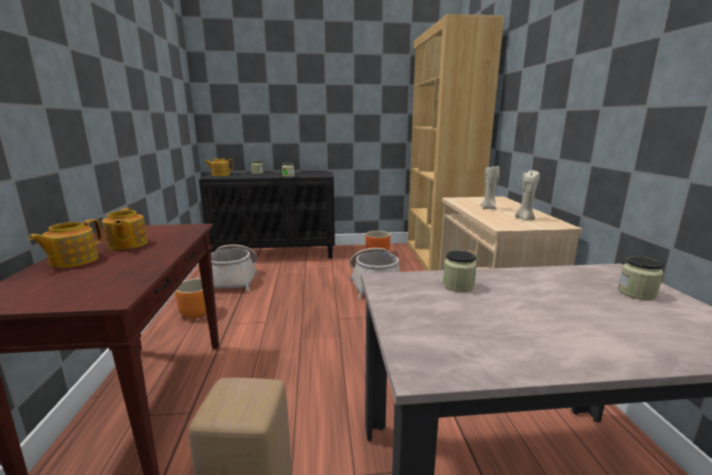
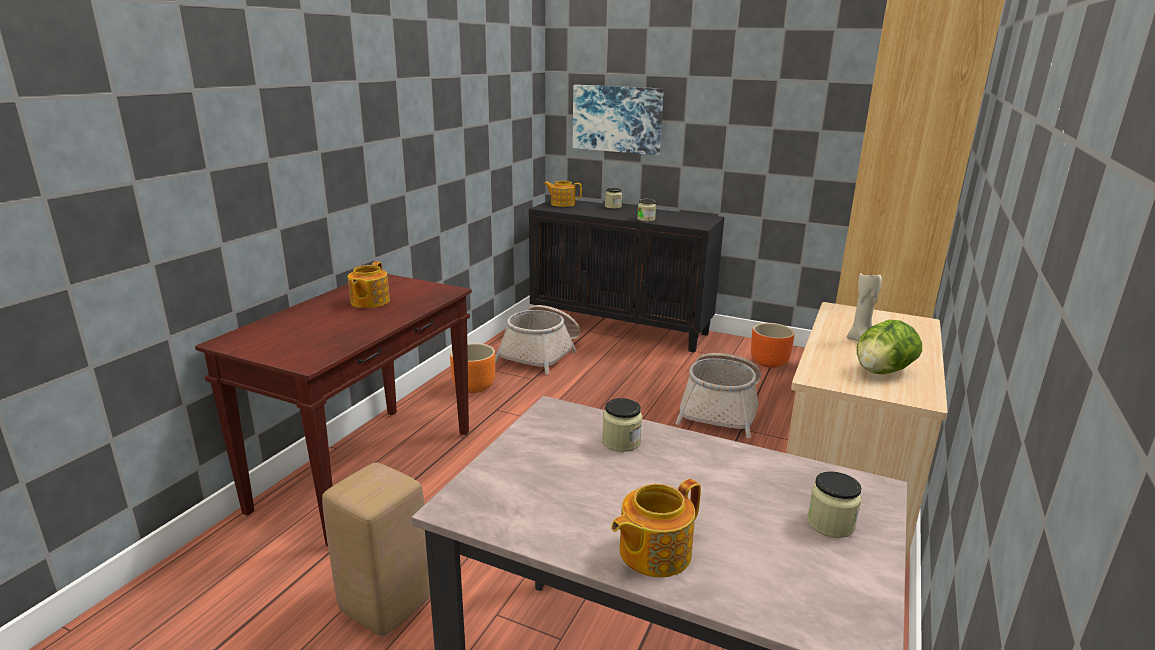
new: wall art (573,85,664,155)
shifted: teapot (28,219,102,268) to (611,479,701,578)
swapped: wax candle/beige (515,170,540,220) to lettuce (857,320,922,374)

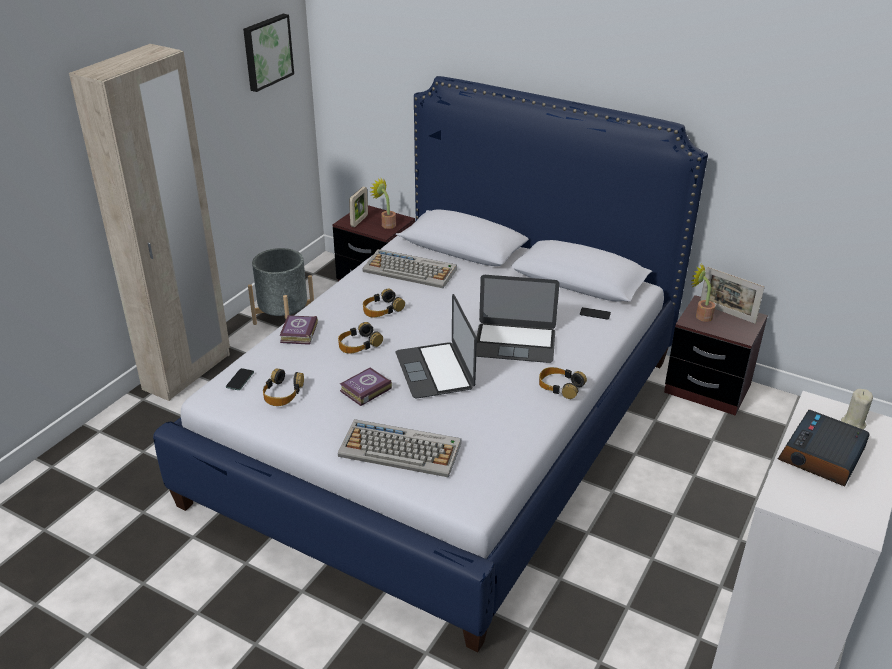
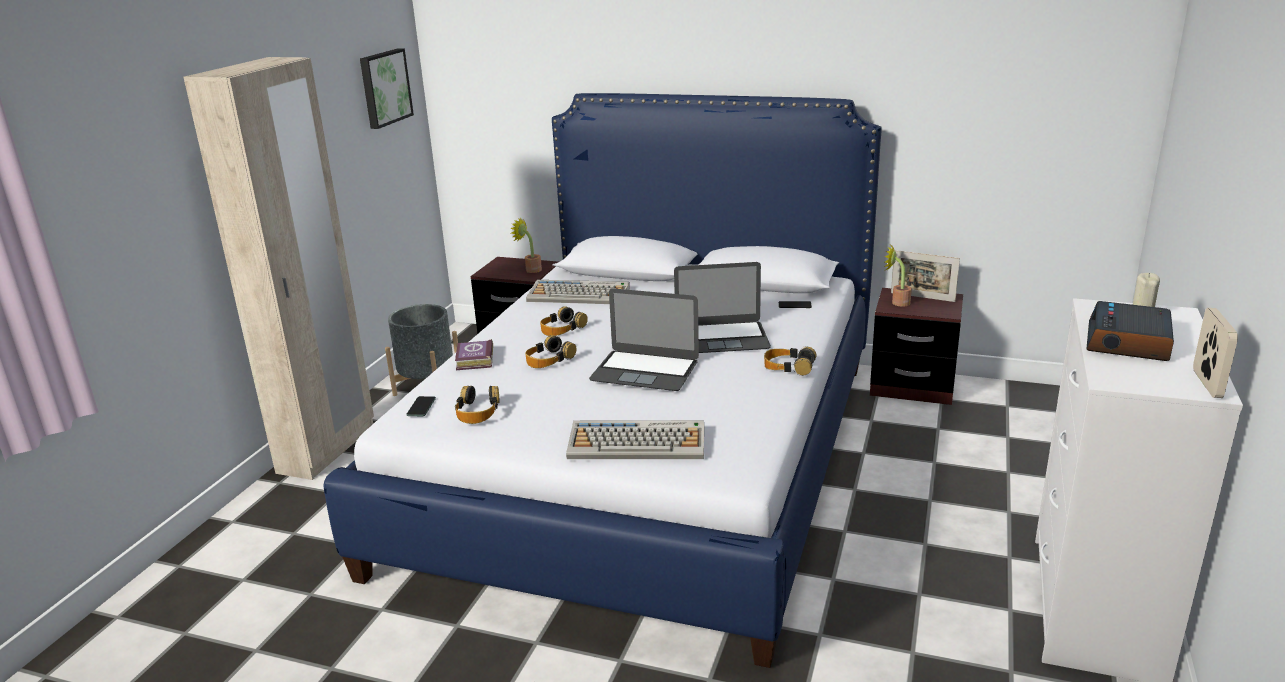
gone: book (340,367,392,406)
shifted: picture frame (349,187,368,227) to (1193,308,1238,398)
rotated: portable computer (396,294,477,398) = (589,288,699,391) 45 degrees counterclockwise

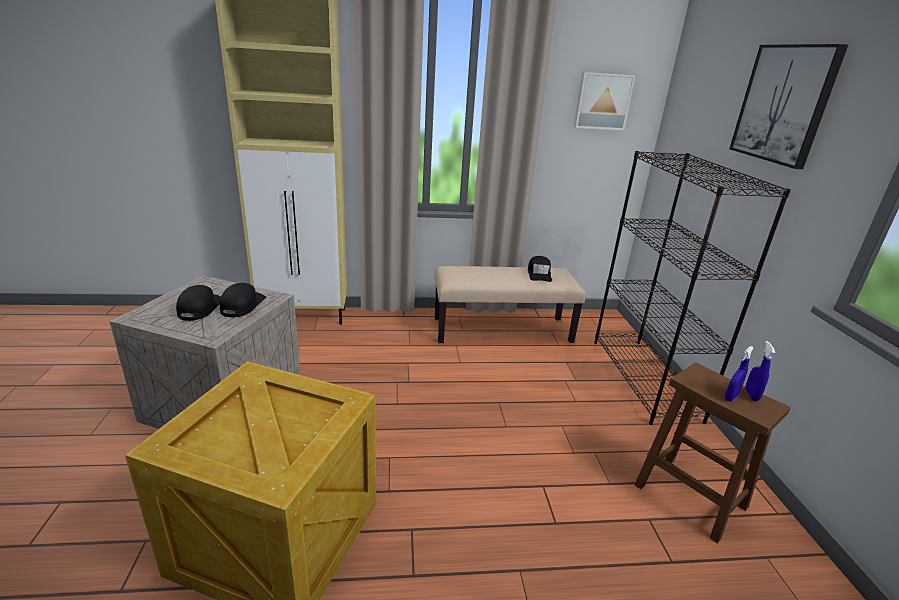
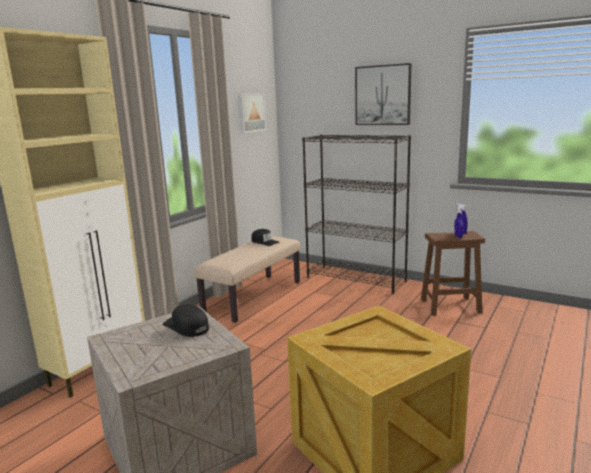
gone: cap/black-coloured (176,285,221,321)

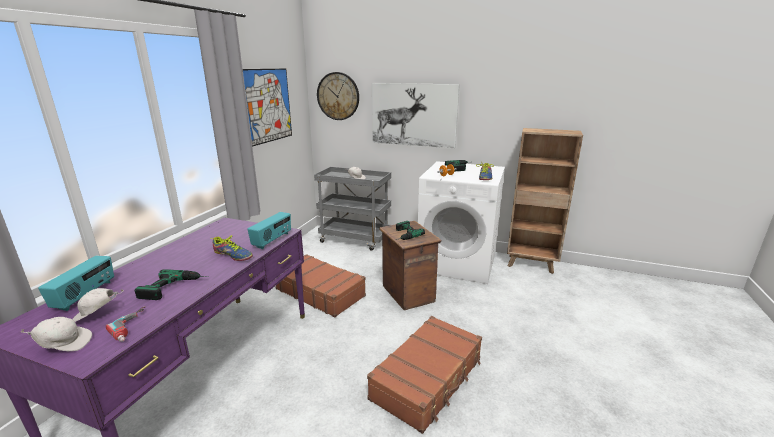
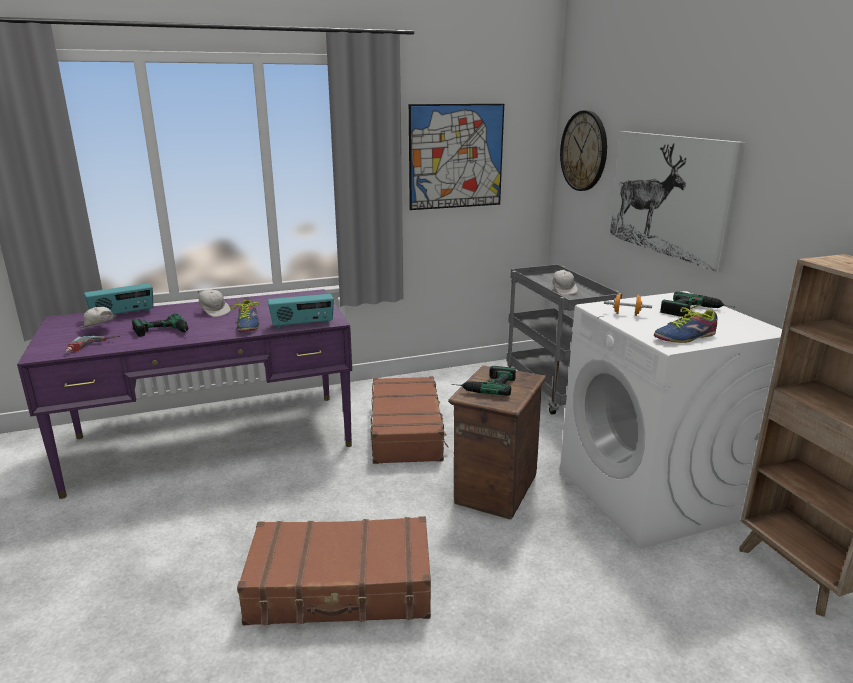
shifted: cap/whitish (21,317,92,352) to (197,289,231,317)

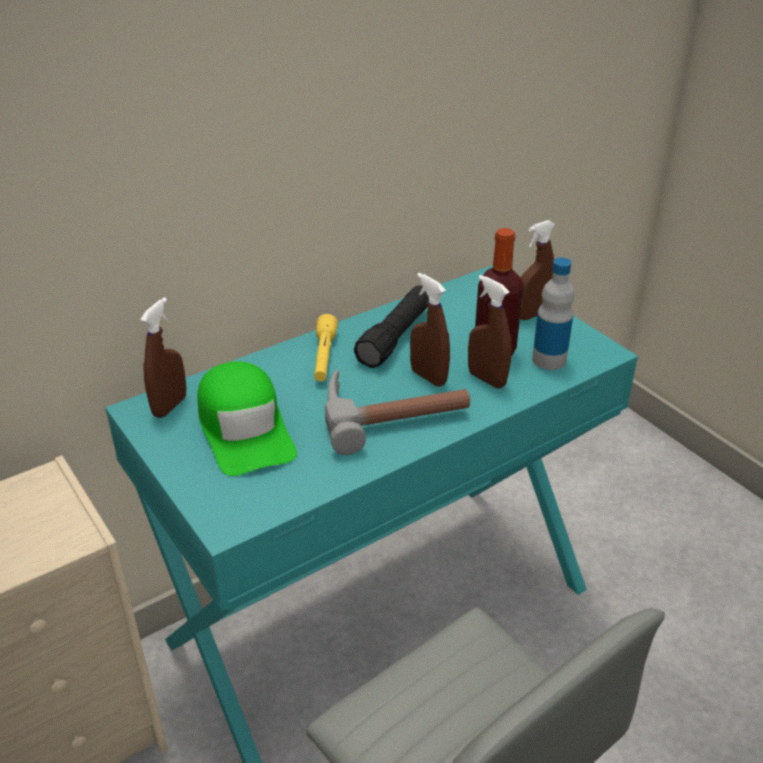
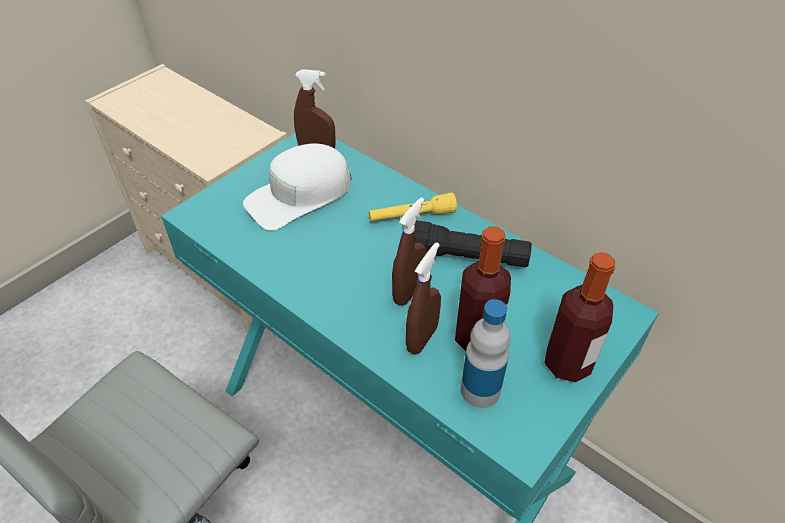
gone: hand hammer (325,369,470,455)
swapped: spray bottle/brown (520,220,556,320) to bottle (544,252,615,382)
repainted: cap/green (197,361,297,476) to cap/whitish (243,143,351,231)

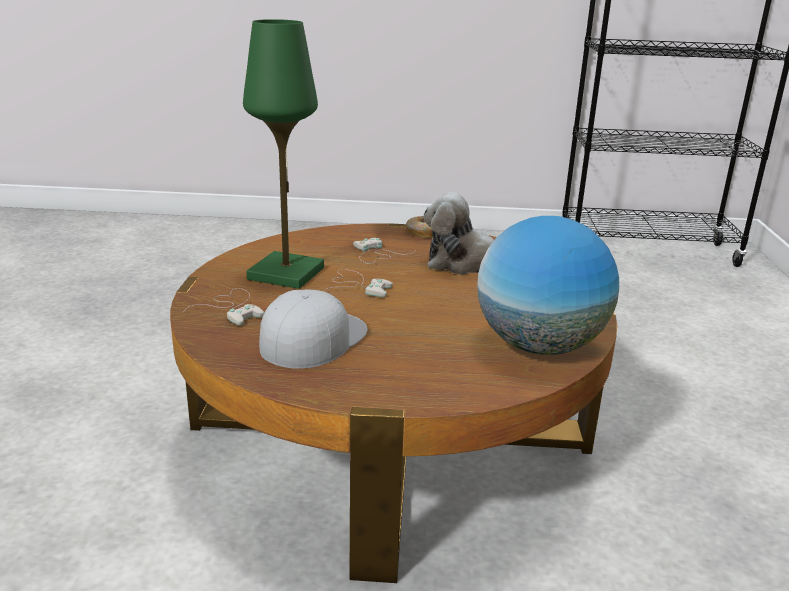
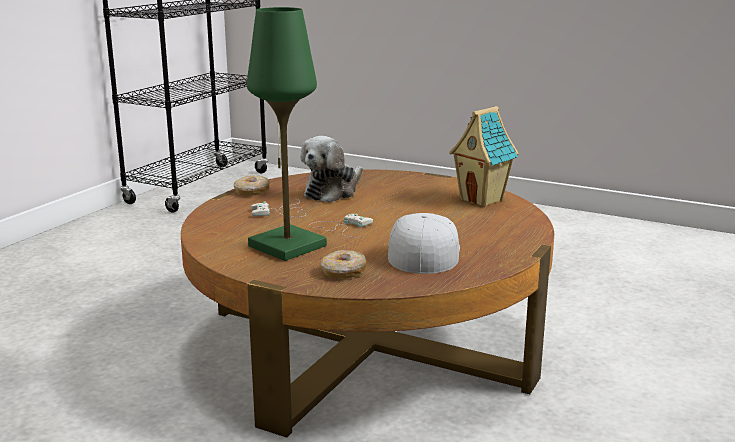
swapped: joypad/whitish (184,288,264,326) to doughnut (320,250,367,279); world globe (477,216,619,355) to toy house (449,106,519,207)
rotated: cap/whitish (259,289,368,369) = (388,213,460,274) 45 degrees clockwise

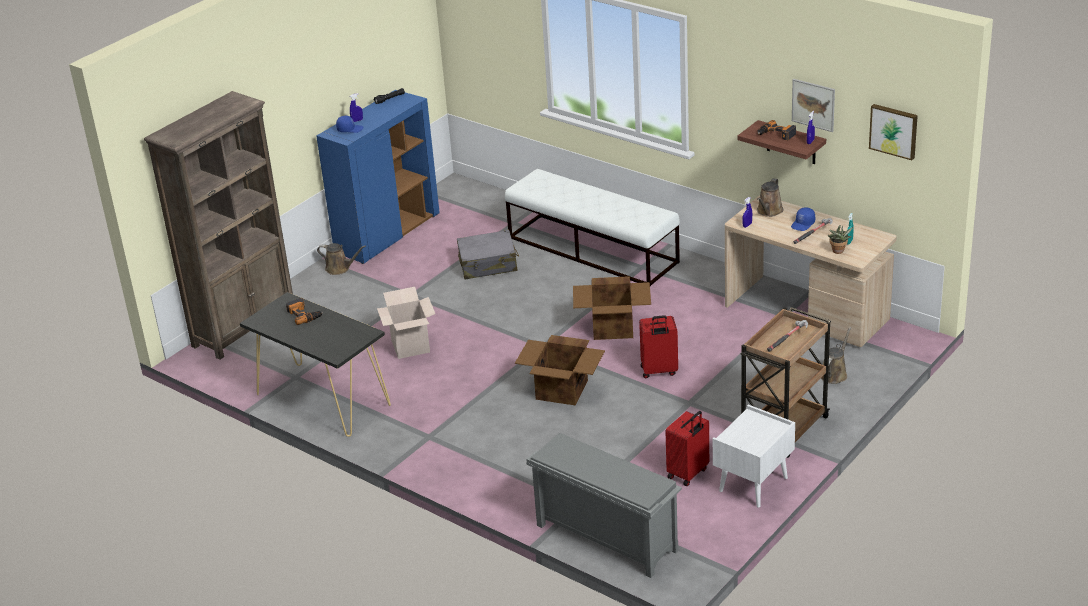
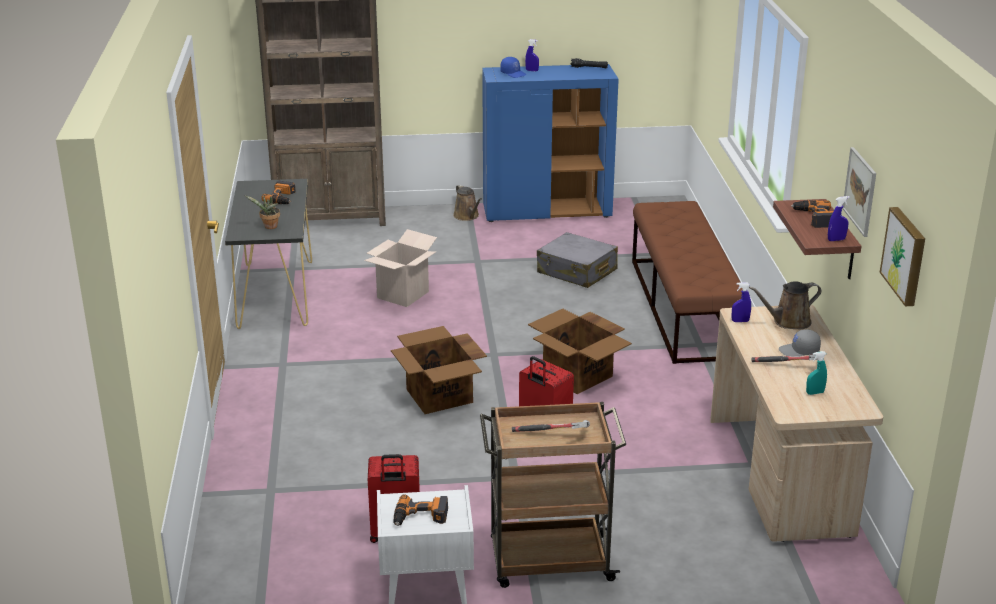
gone: shoe stand/gray (526,433,682,578); sprinkling can/brown (820,327,851,384)
new: power drill (393,494,448,526)
shifted: houseplant (828,225,853,254) to (244,195,280,229)
repainted: long seat/whitish (505,169,680,286) to long seat/brown (632,201,743,364); cap/bluish (791,207,815,231) to cap/gray (779,329,821,356)

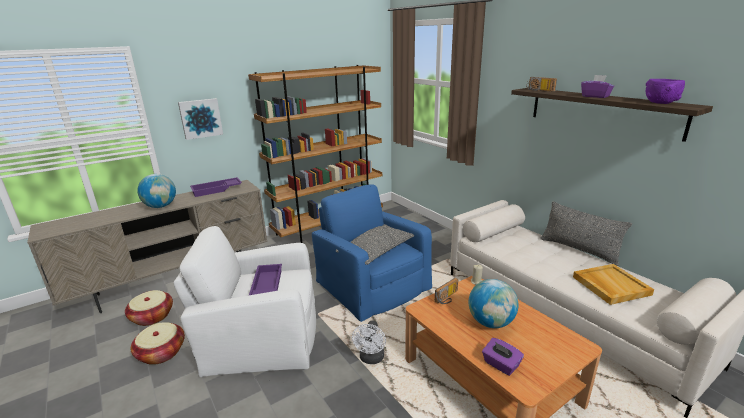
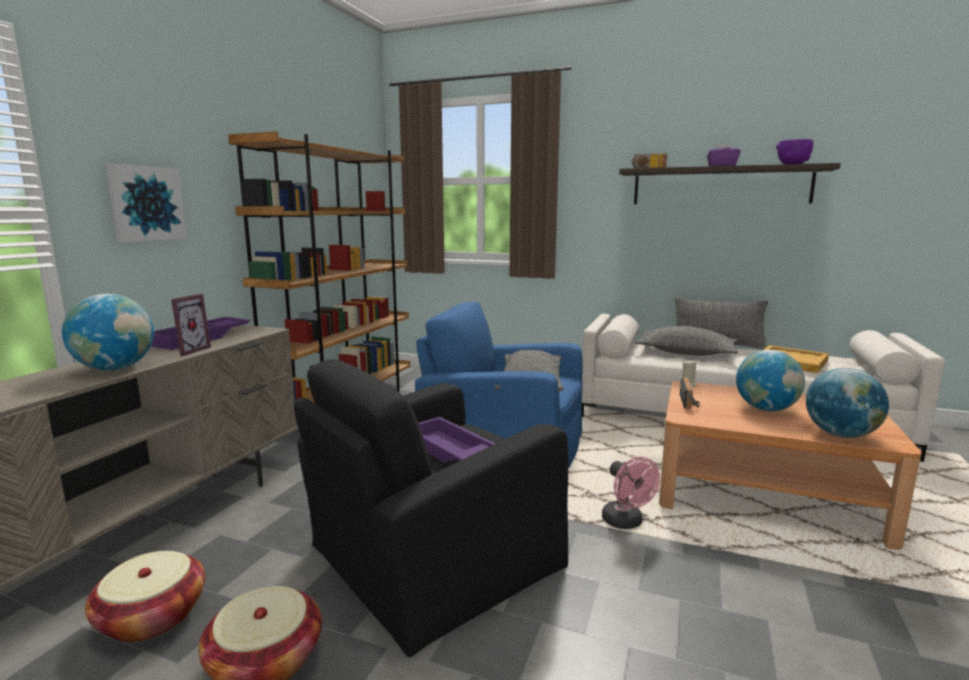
new: picture frame (171,294,211,356); cushion/gray (635,326,738,356)
swapped: box of tissues/purple-coloured (482,338,524,376) to world globe (806,368,889,438)
repainted: easy chair/whitish (173,226,316,377) to easy chair/black-coloured (294,359,568,657); cooling fan/whitish (352,320,386,364) to cooling fan/pink (602,457,660,529)

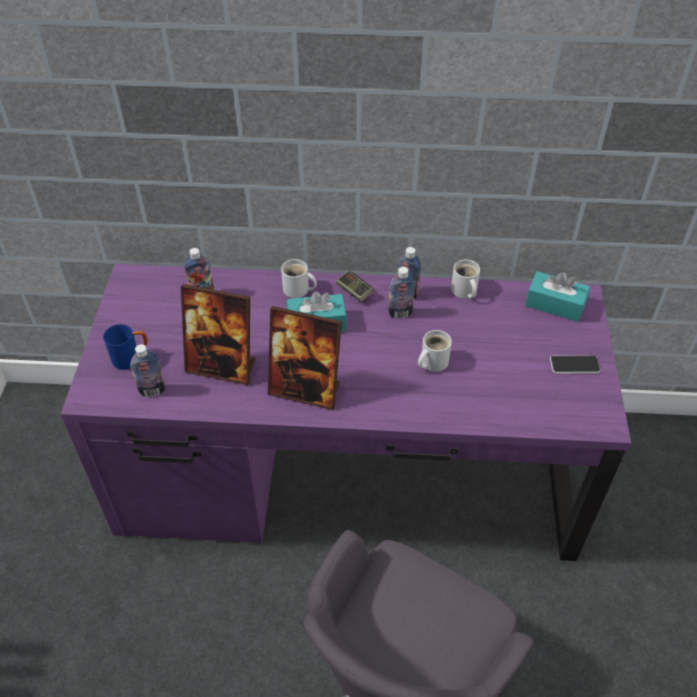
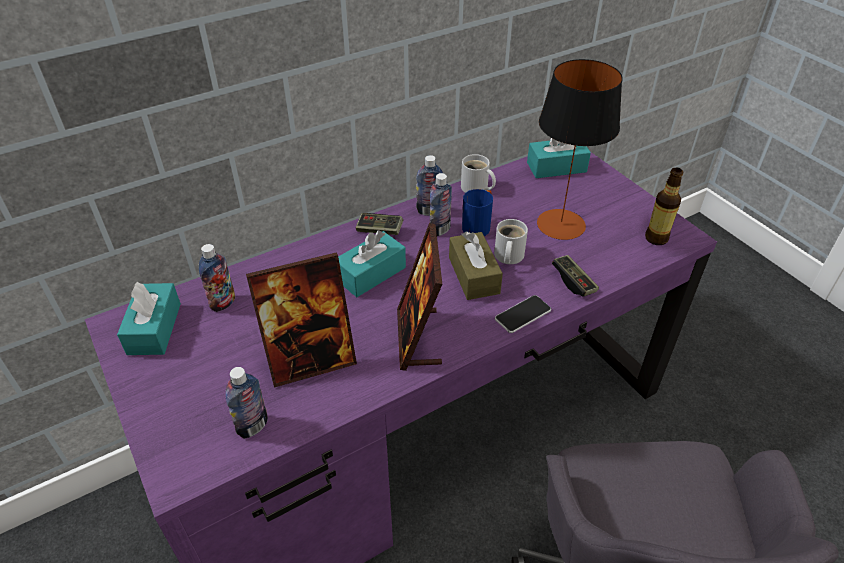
gone: mug/whitish (281,259,317,298)
new: box of tissues/blue-green (117,282,181,355); box of tissues/brown (449,232,503,300); tabletop lamp (537,59,623,240); joypad (552,255,599,297); bottle (645,167,684,245)
shifted: mug/bluish (103,324,148,370) to (462,189,493,236); phone (550,355,601,374) to (495,295,551,333)
rotated: picture frame (268,306,342,410) = (397,223,442,371) 105 degrees clockwise

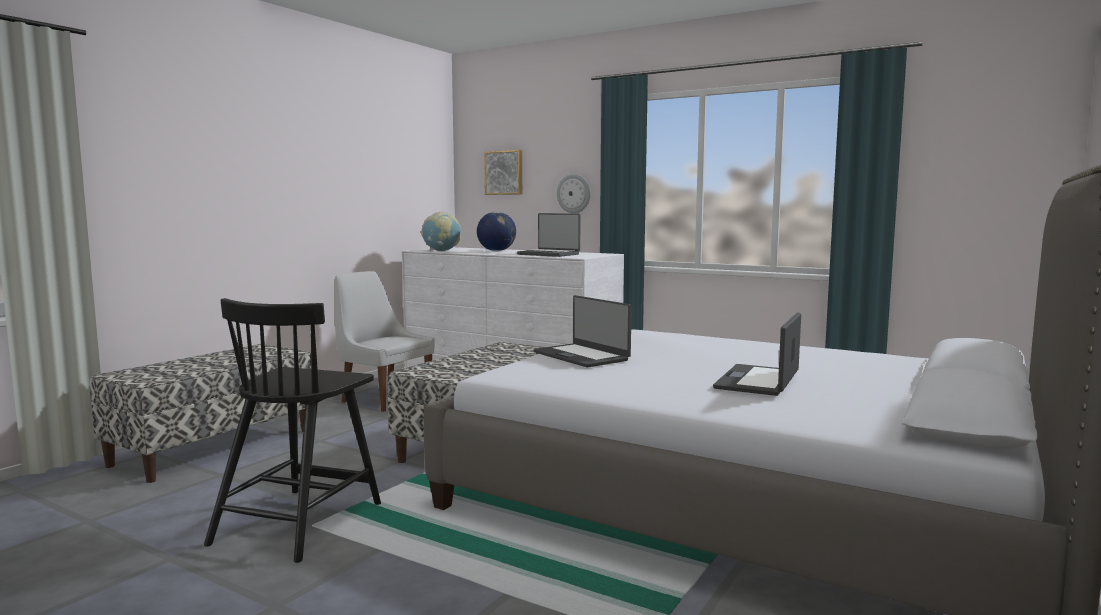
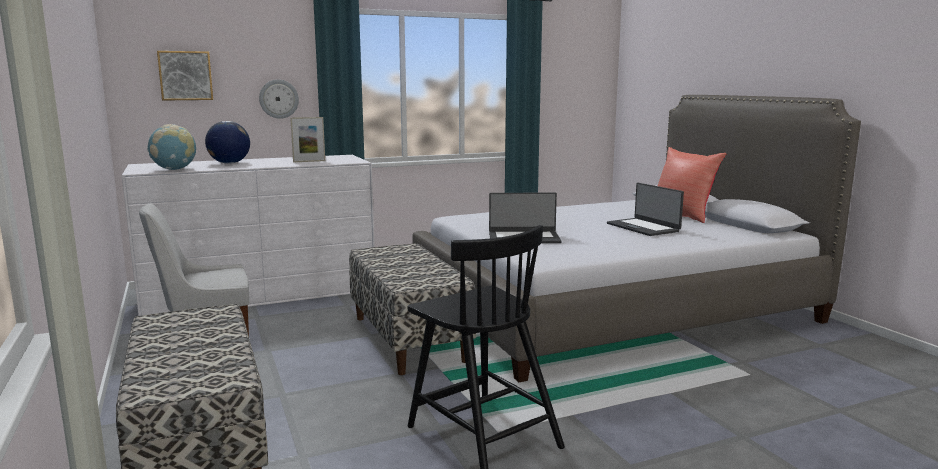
new: cushion/red (658,147,726,223)
swapped: portable computer (517,213,580,257) to picture frame (290,117,325,162)

